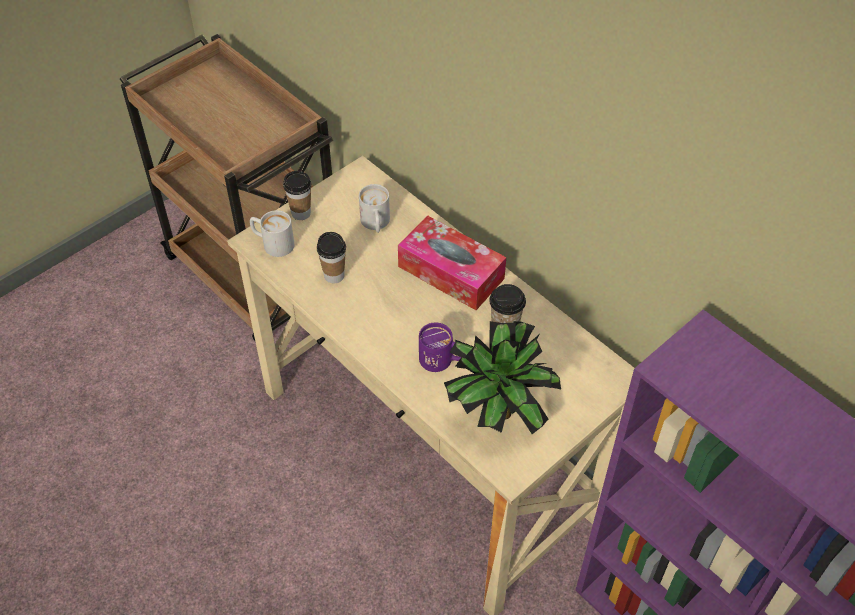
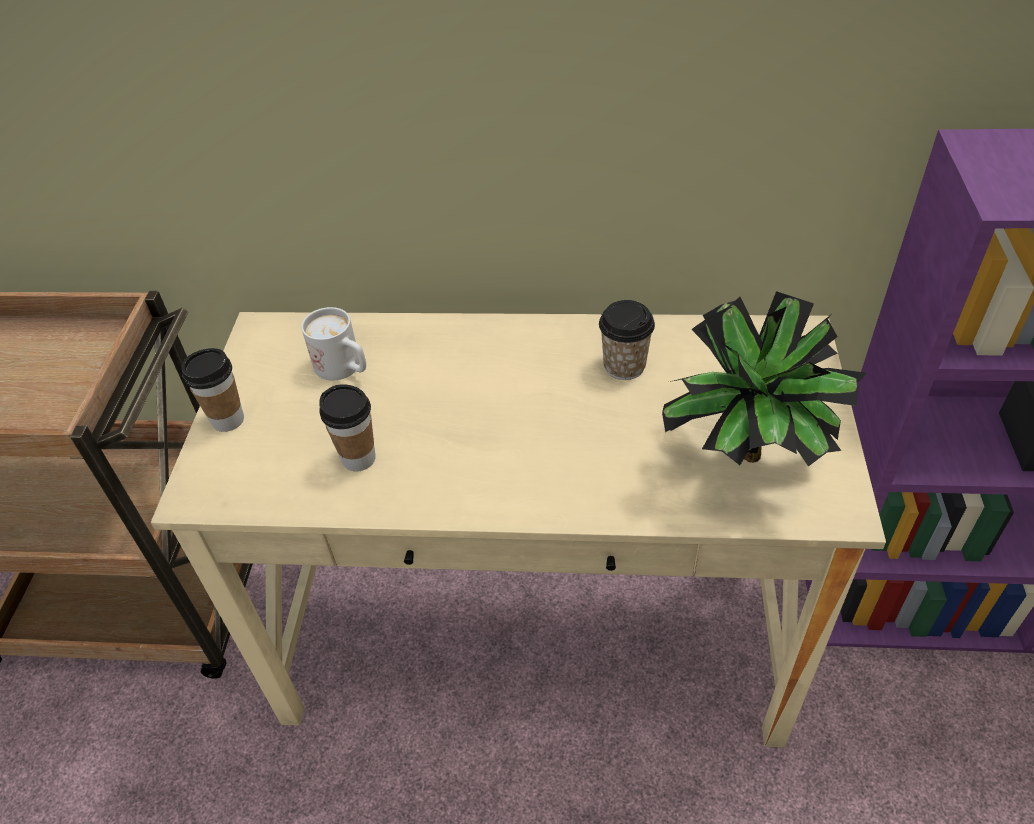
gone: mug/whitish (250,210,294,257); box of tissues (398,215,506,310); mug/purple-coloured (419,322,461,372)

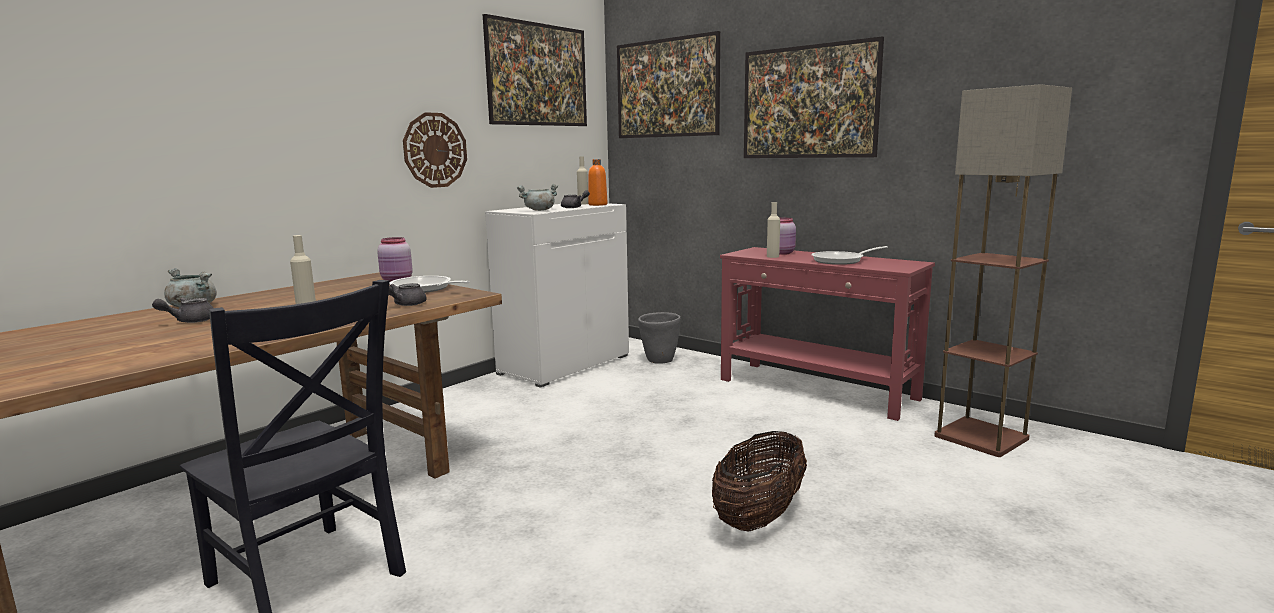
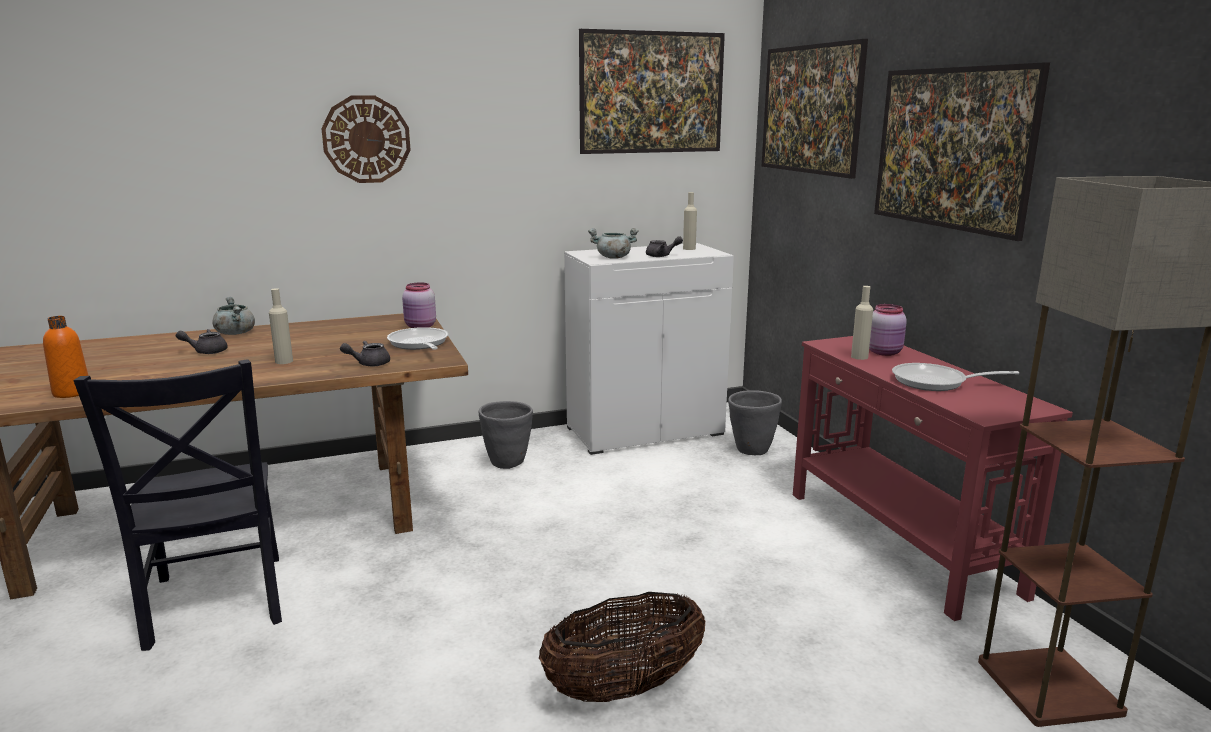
new: planter/gray (479,401,533,469)
shifted: bottle/orangey (588,159,608,206) to (43,316,88,398); clock on the wall (403,112,467,188) to (321,95,411,183)

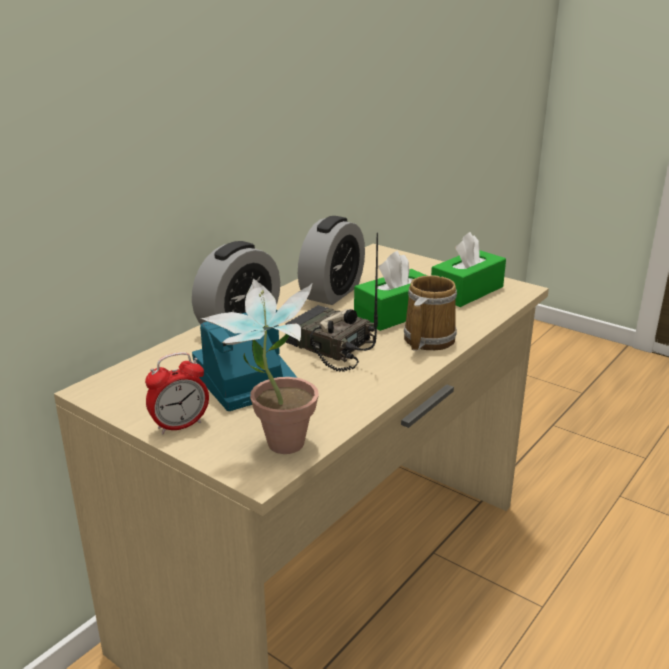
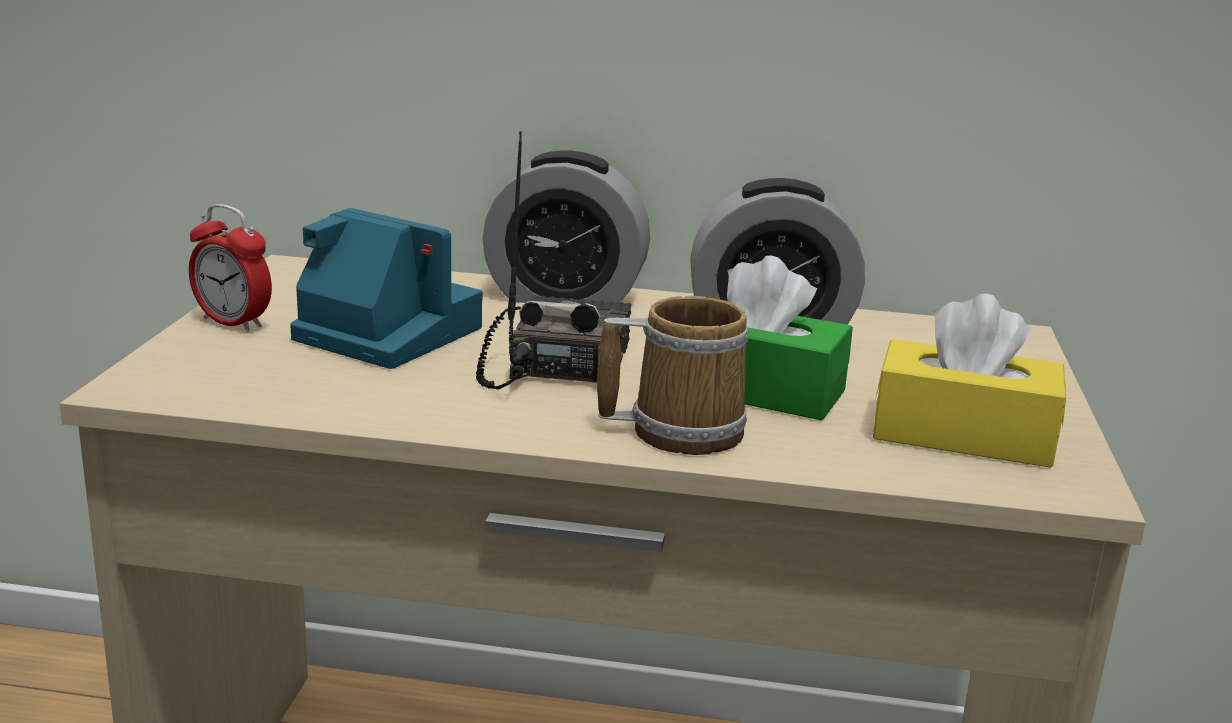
gone: houseplant (201,278,319,454)
repainted: box of tissues/green (431,232,506,307) to box of tissues/yellowish (873,294,1066,468)

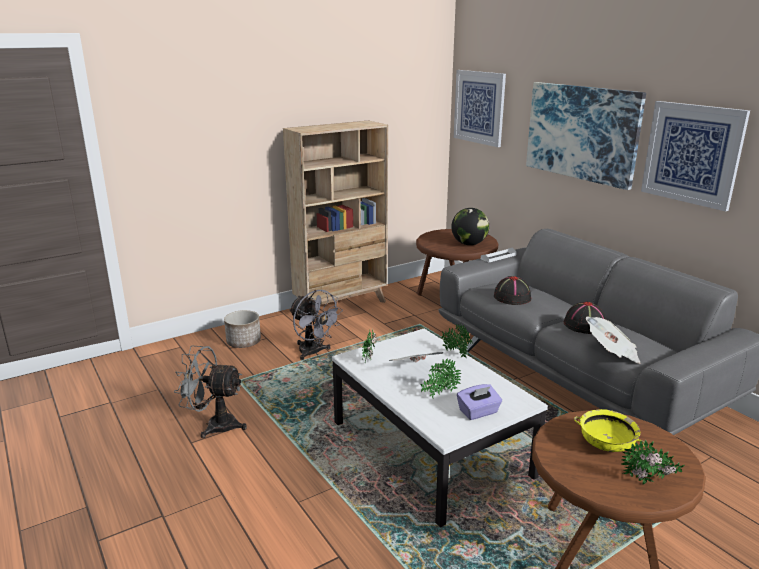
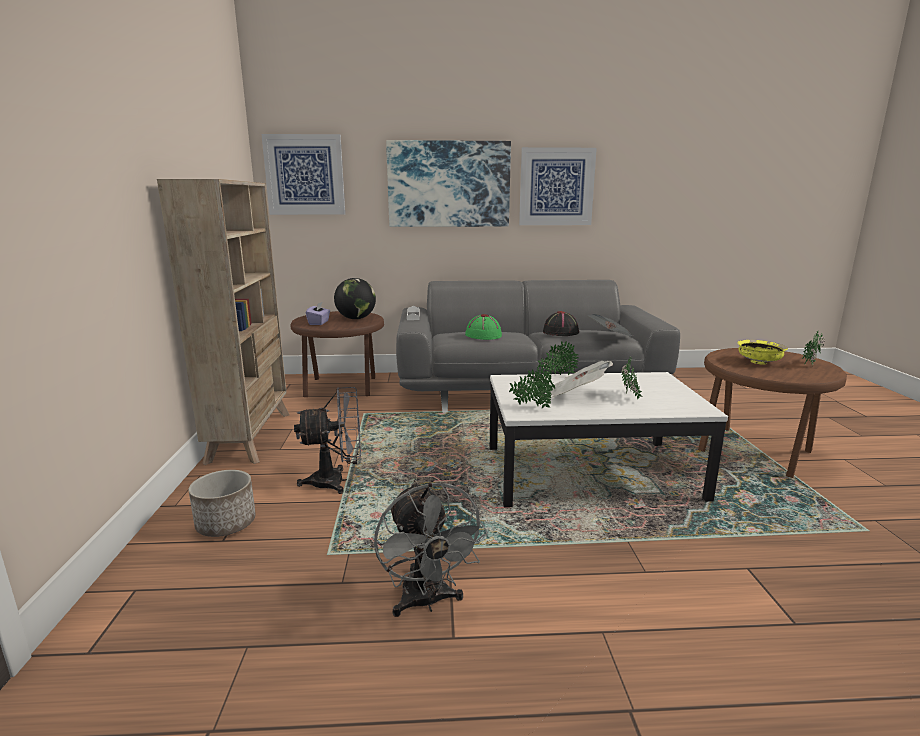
shifted: box of tissues/purple-coloured (457,384,502,420) to (306,302,330,325)
repainted: hat/black-coloured (494,276,531,305) to hat/green (465,314,502,340)
rotated: cooling fan/gray (174,346,247,438) = (374,482,488,617) 60 degrees counterclockwise

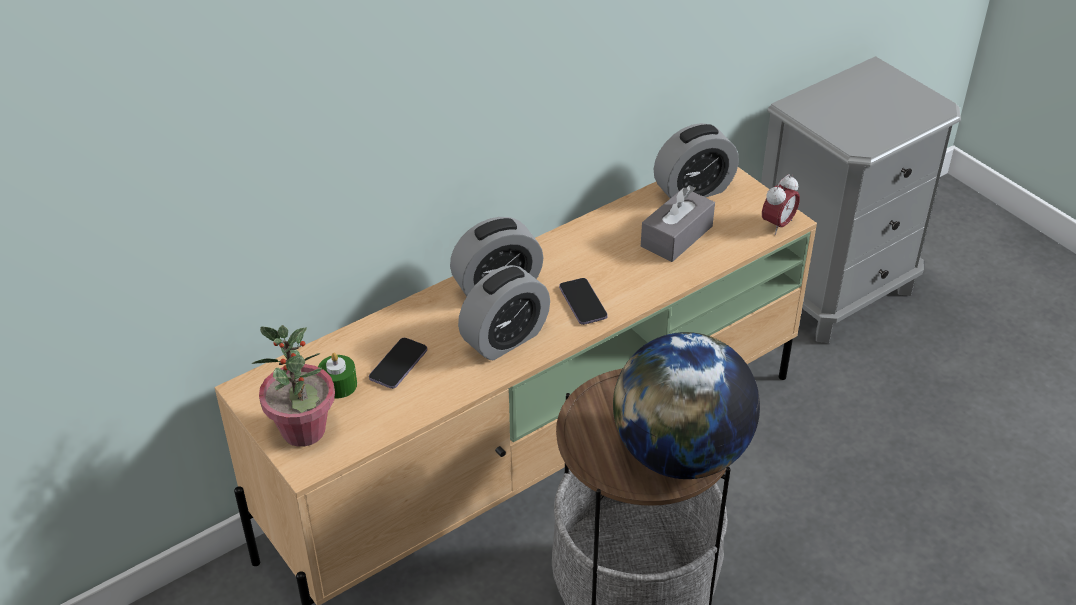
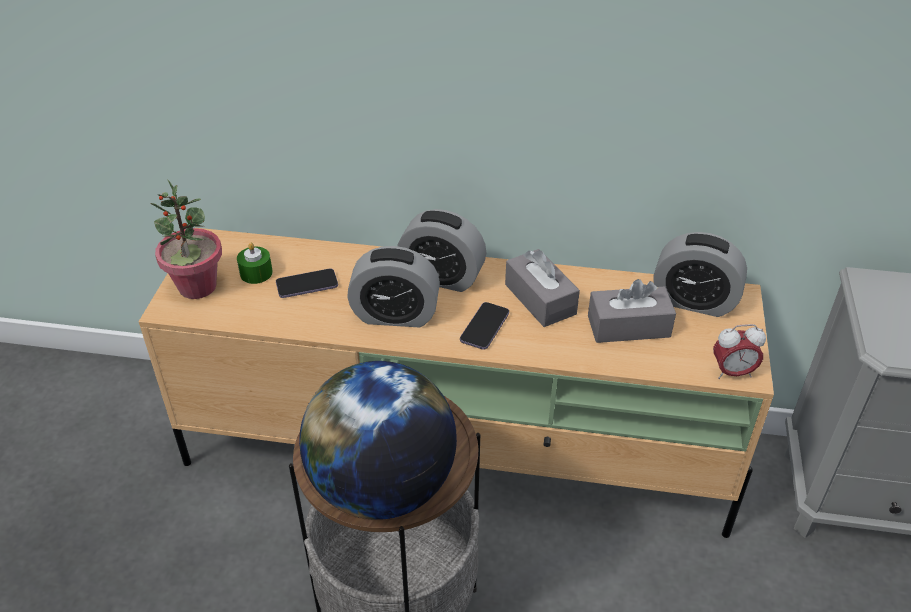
new: box of tissues/gray (505,249,580,327)

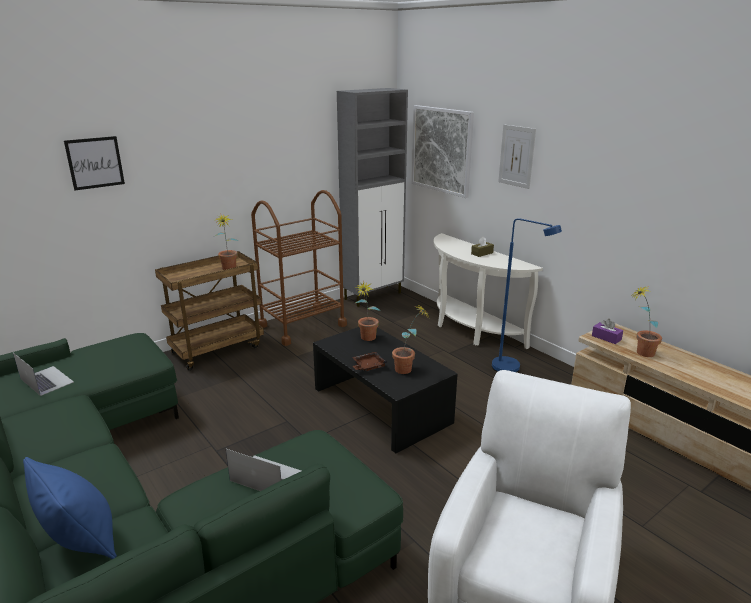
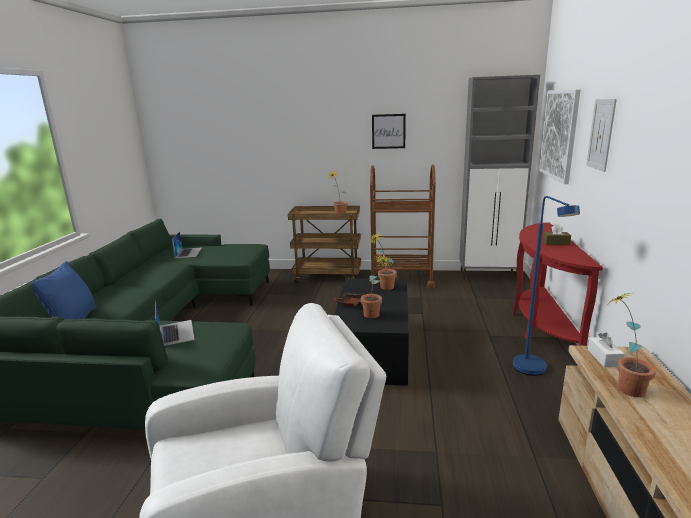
shifted: wall art (64,136,125,190) to (372,114,406,149)
repainted: narrow table/whitish (434,233,543,349) to narrow table/red (512,222,603,346); box of tissues/purple-coloured (592,319,623,344) to box of tissues/whitish (588,332,625,367)

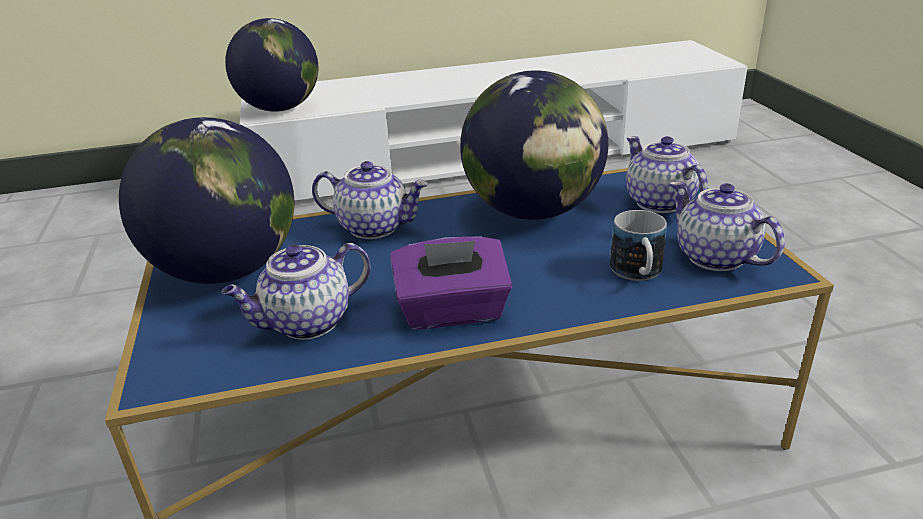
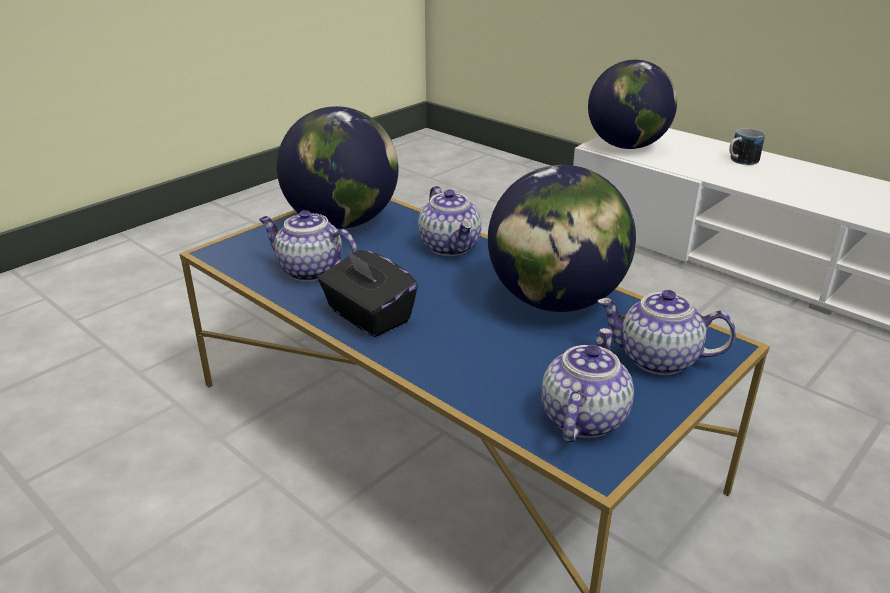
shifted: mug (610,210,667,281) to (729,128,765,165)
repainted: box of tissues/purple-coloured (390,236,512,330) to box of tissues/black-coloured (318,248,418,337)
rotated: teapot (626,136,708,213) = (597,290,736,375) 105 degrees counterclockwise

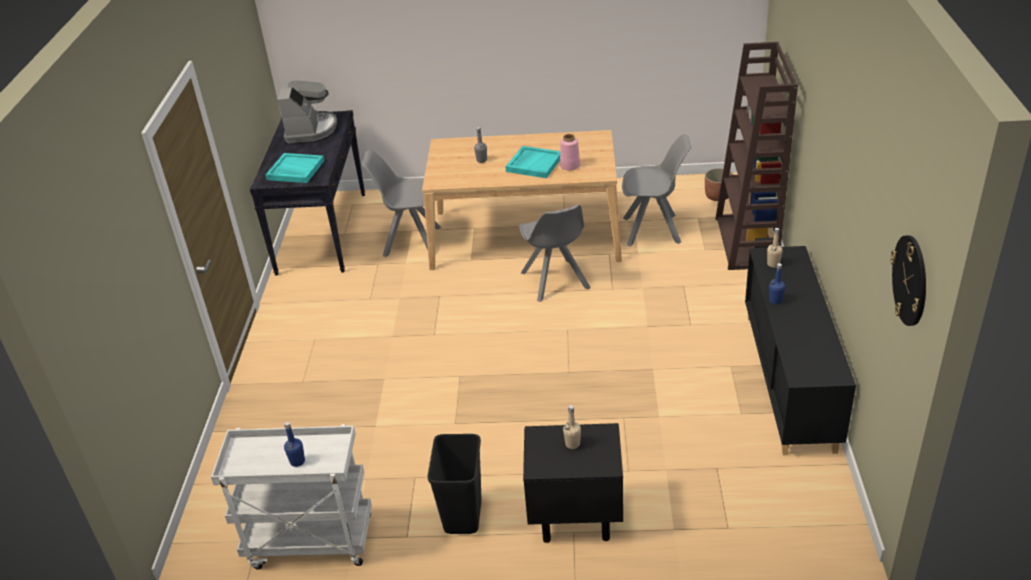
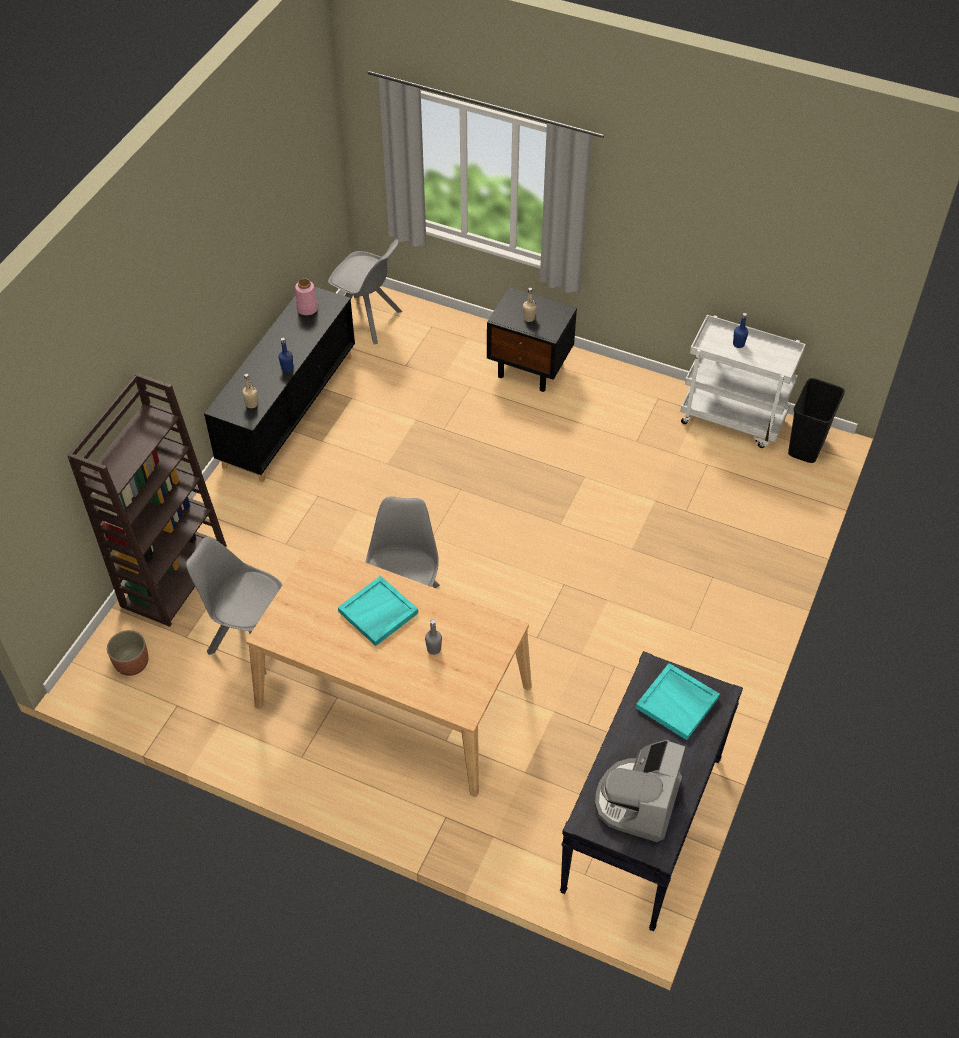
gone: clock on the wall (890,235,926,326)
shifted: decorative vase/pink (560,134,580,170) to (295,278,318,315); plain chair/gray (362,150,441,257) to (328,239,402,344); waste bin/black-coloured (428,434,482,534) to (788,378,845,463)

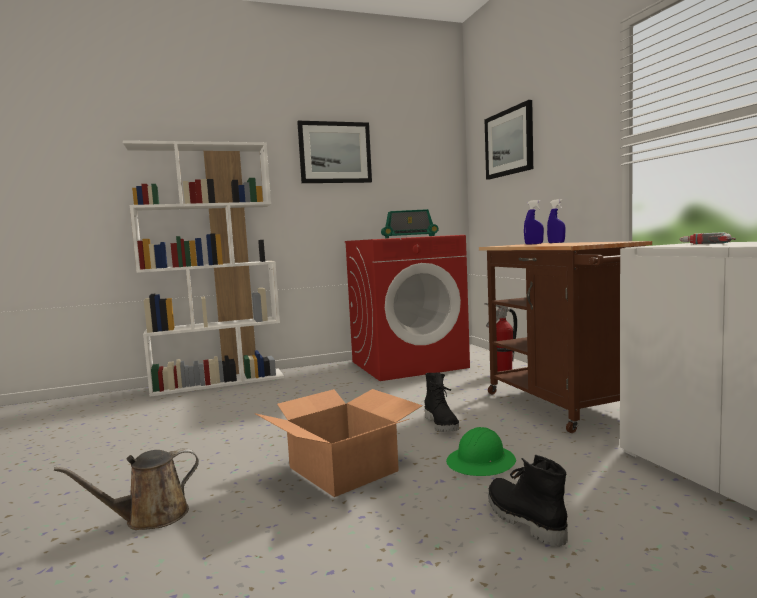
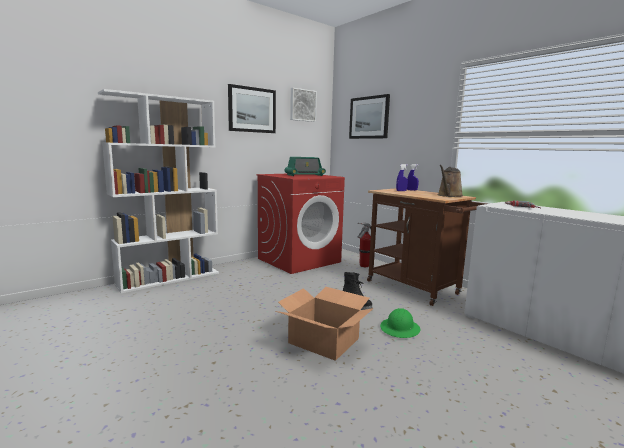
gone: boot/black-coloured (488,455,568,547)
new: wall art (290,88,317,122)
shifted: sprinkling can/brown (54,449,199,530) to (438,165,463,197)

